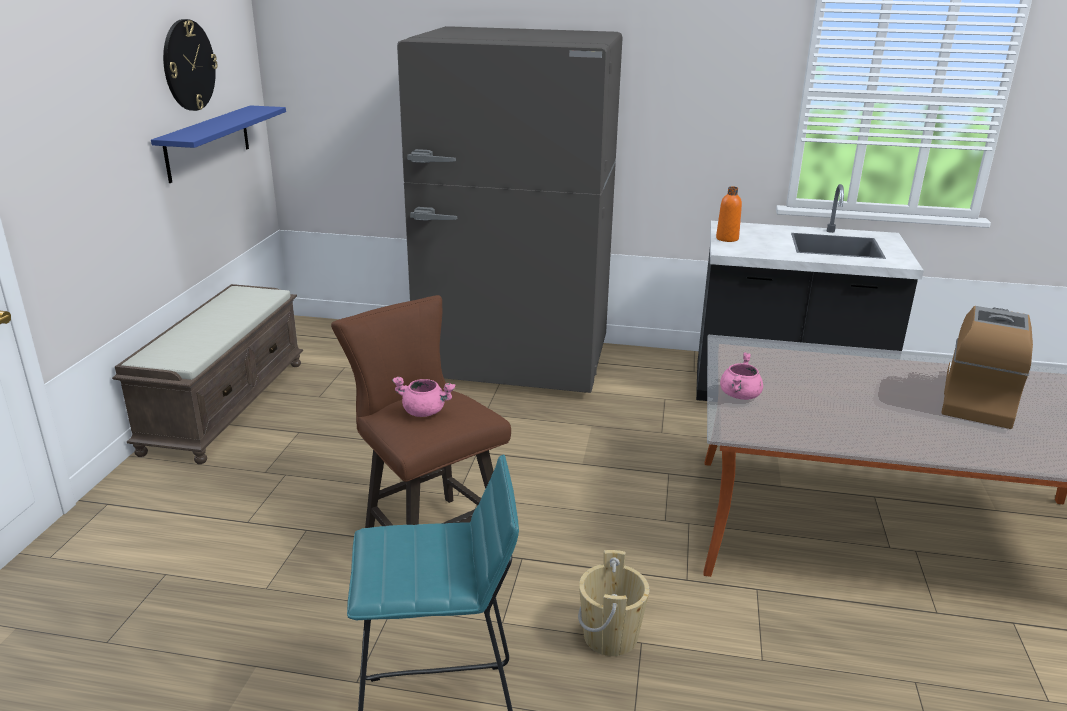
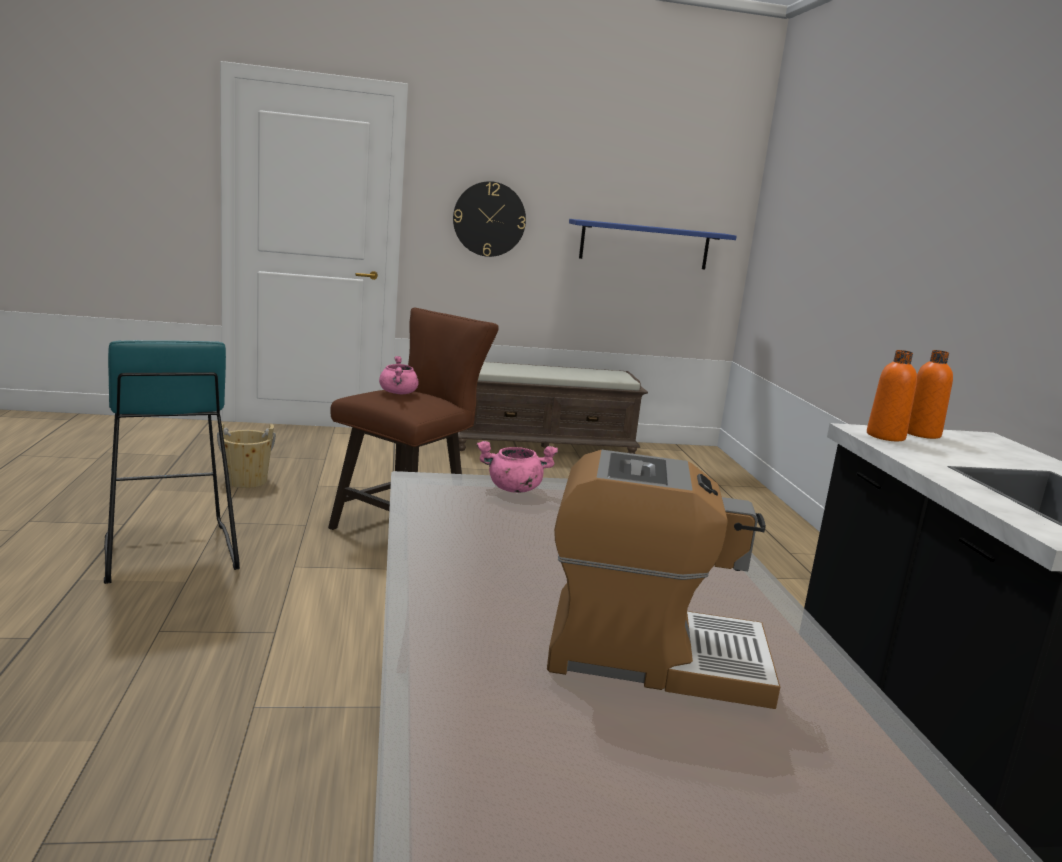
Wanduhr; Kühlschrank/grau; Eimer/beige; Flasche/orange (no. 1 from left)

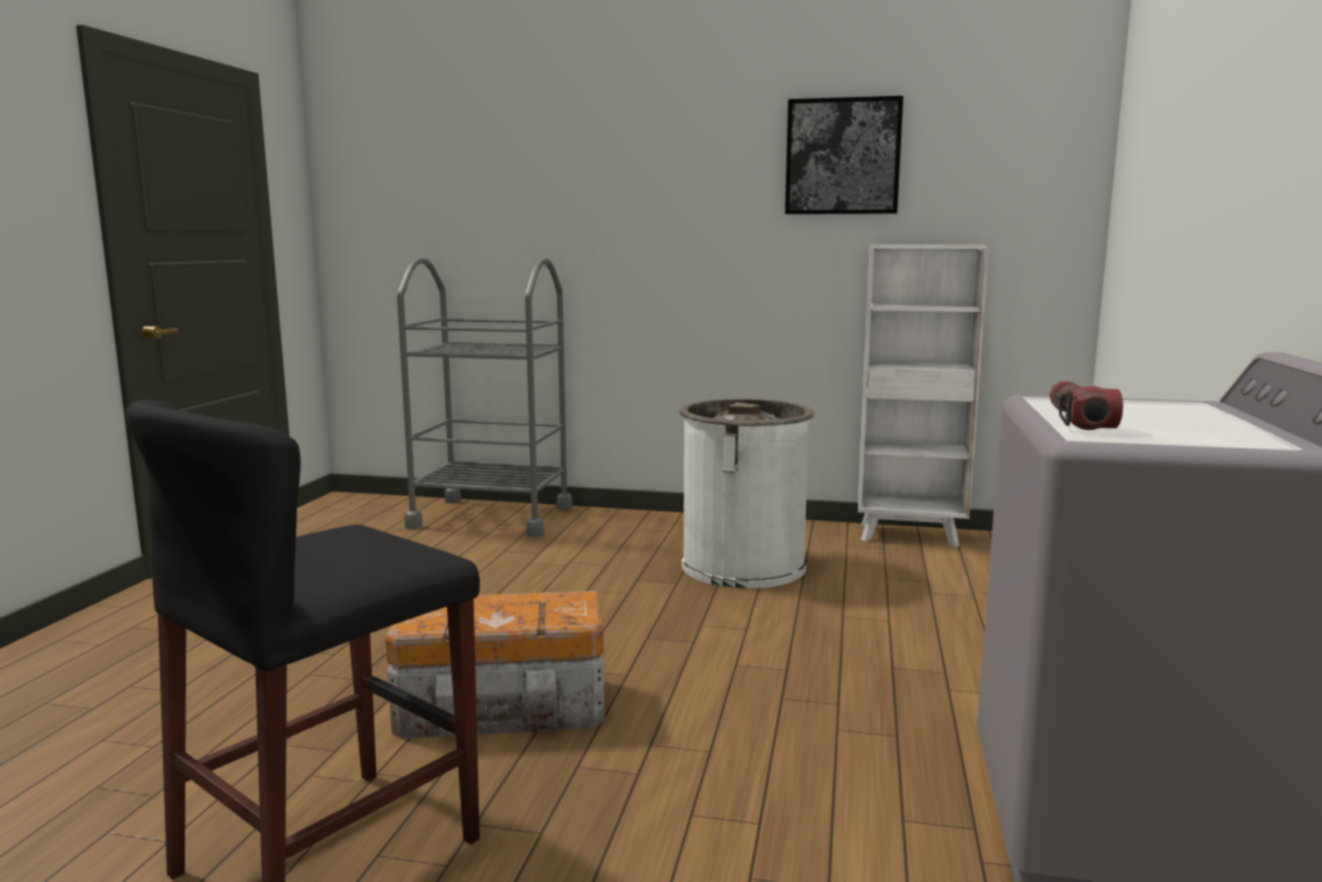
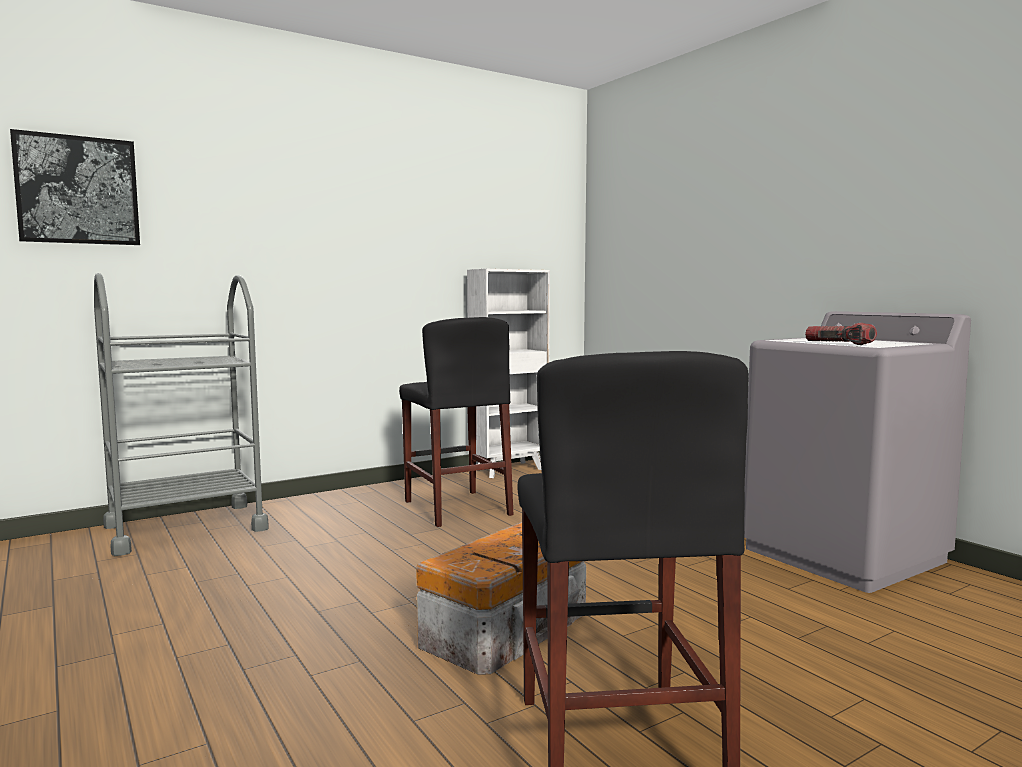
Hocker/schwarz (no. 1 from left); Bild

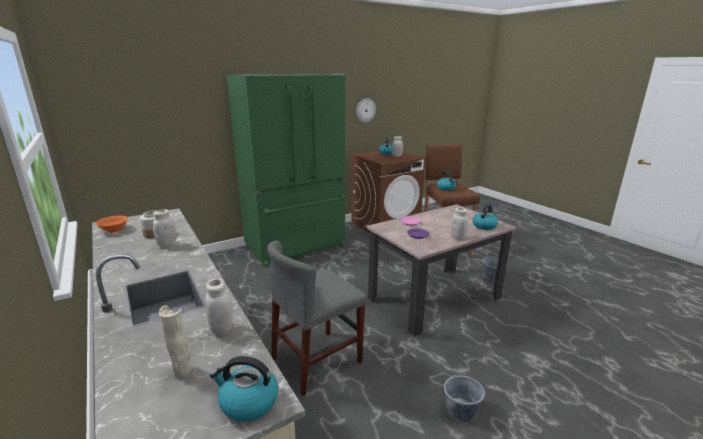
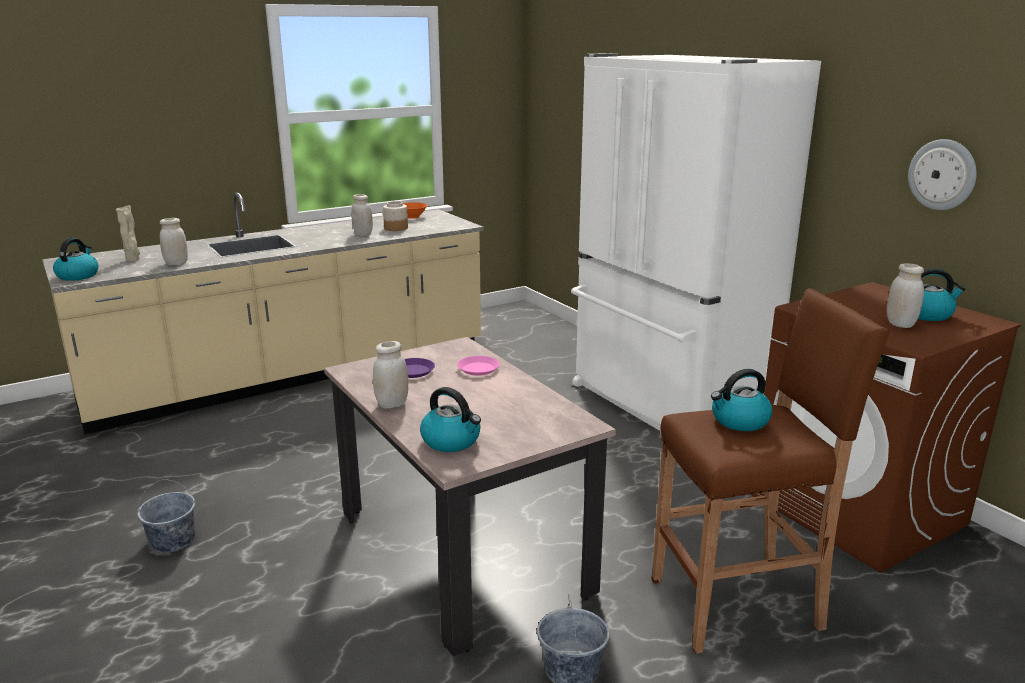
Kühlschrank/weiß; Stuhl/grau

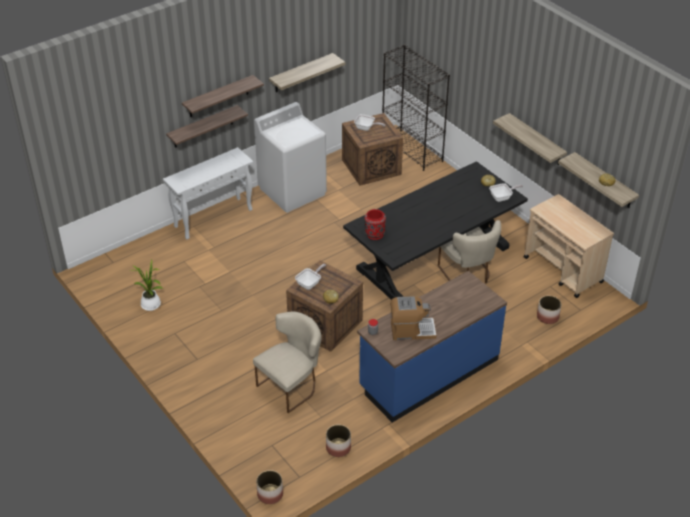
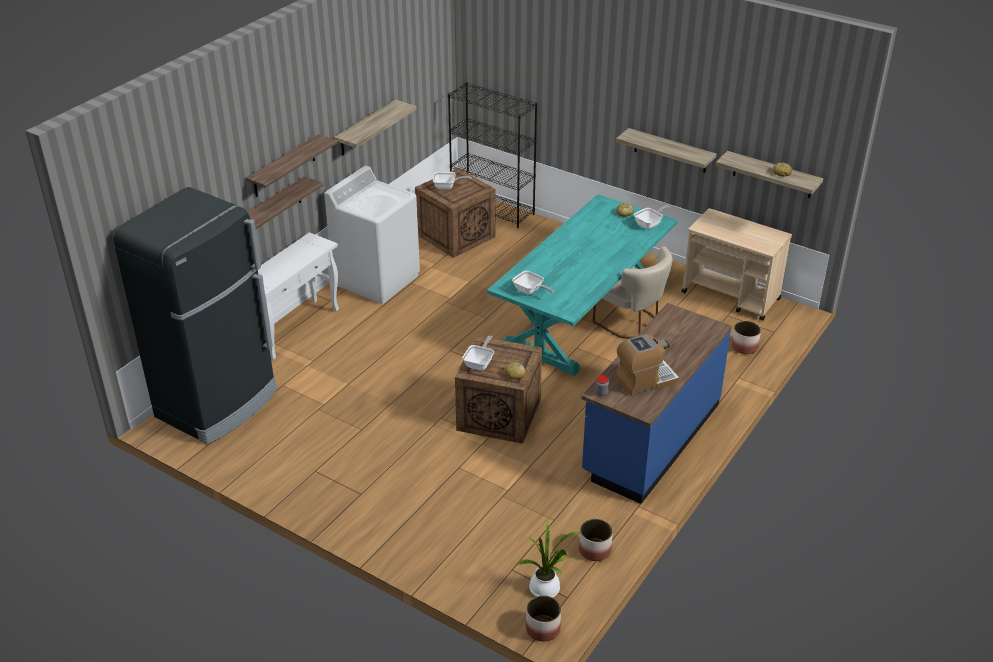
Topfpflanze; Stuhl/beige (no. 1 from left in the first image); Esstisch/türkis; Pfanne (no. 3 from left); Kühlschrank/schwarz

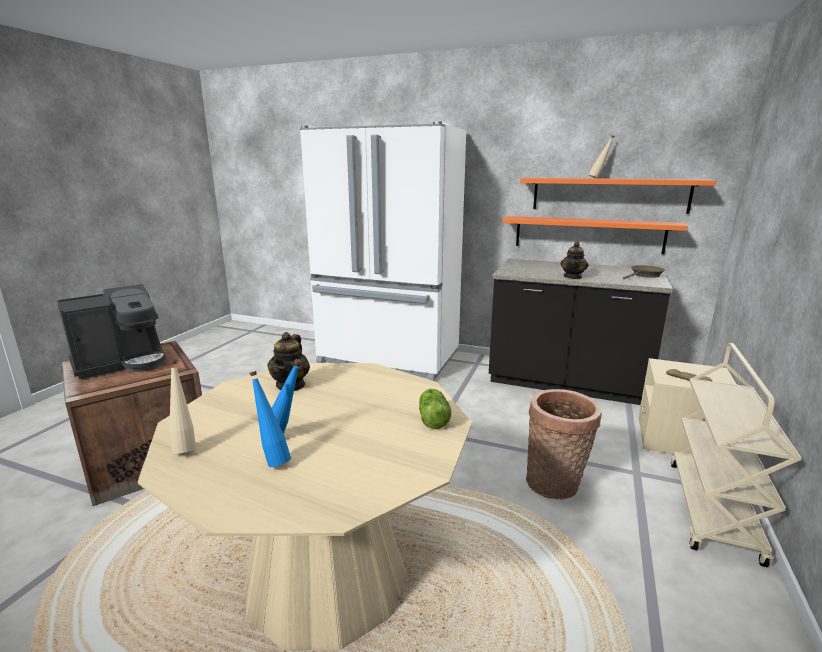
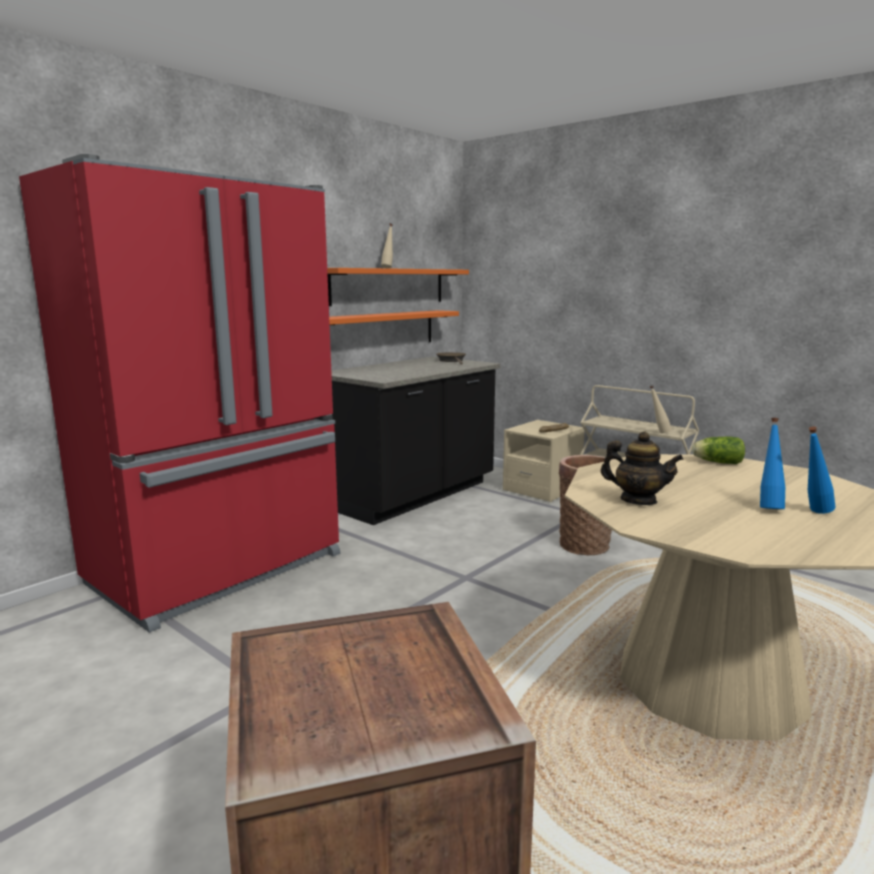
Kaffeemaschine; Flasche/beige (no. 2 from left); Kühlschrank/rot; Teekanne (no. 2 from left in the first image)

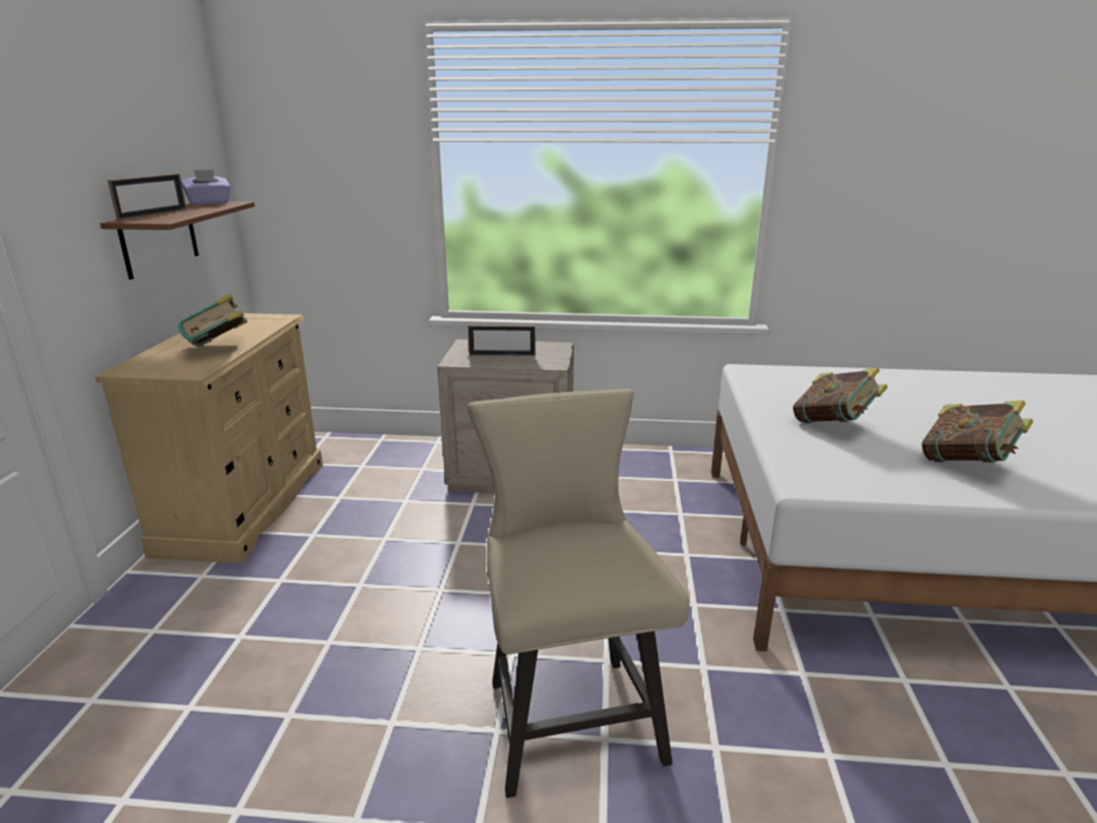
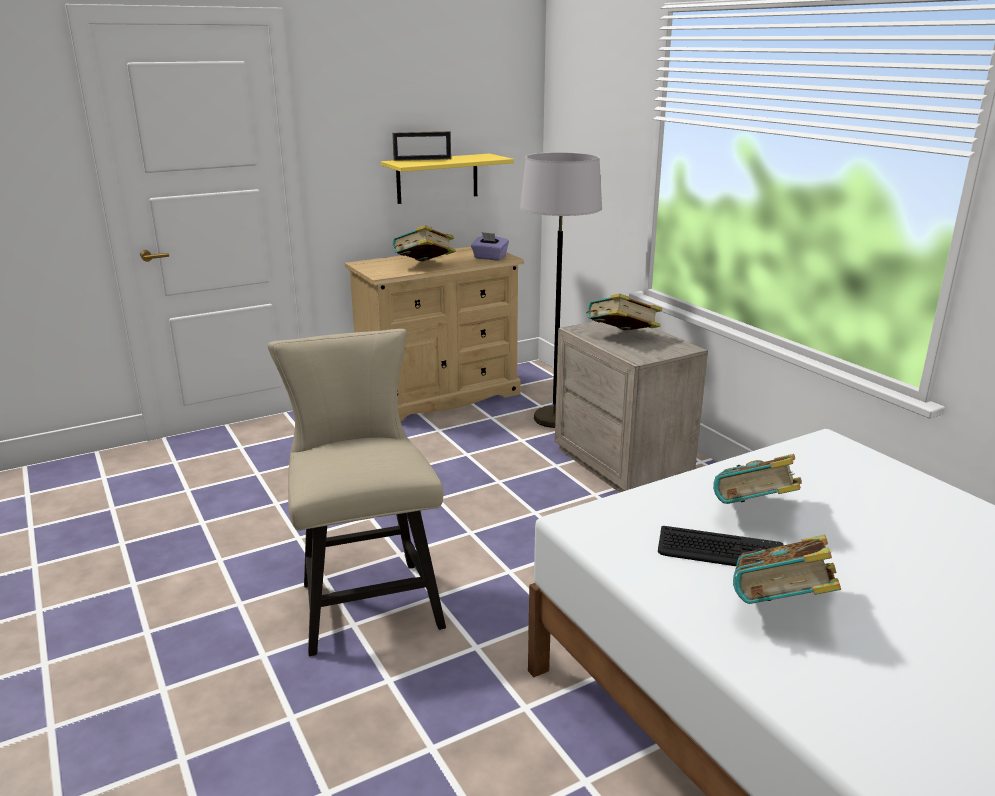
Wandregal/gelb; Taschentuchbox/lila; Stuhl/beige; Buch (no. 2 from left); Stehlampe/grau; Tastatur

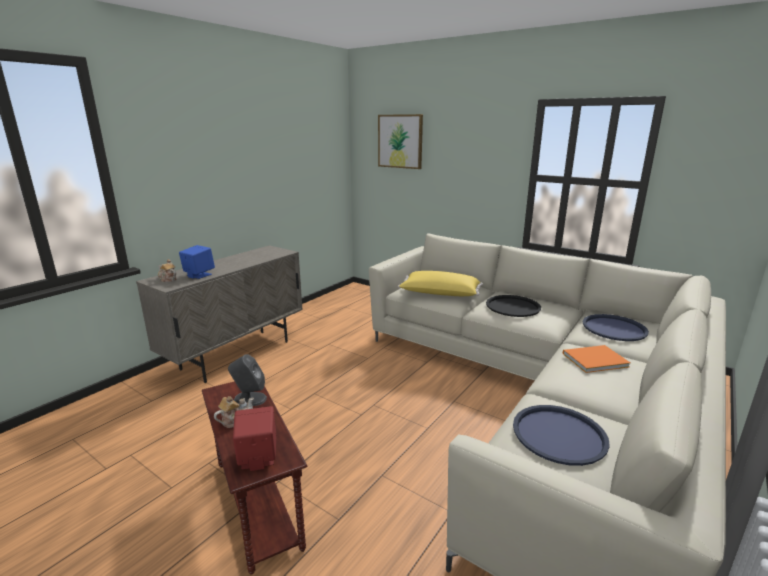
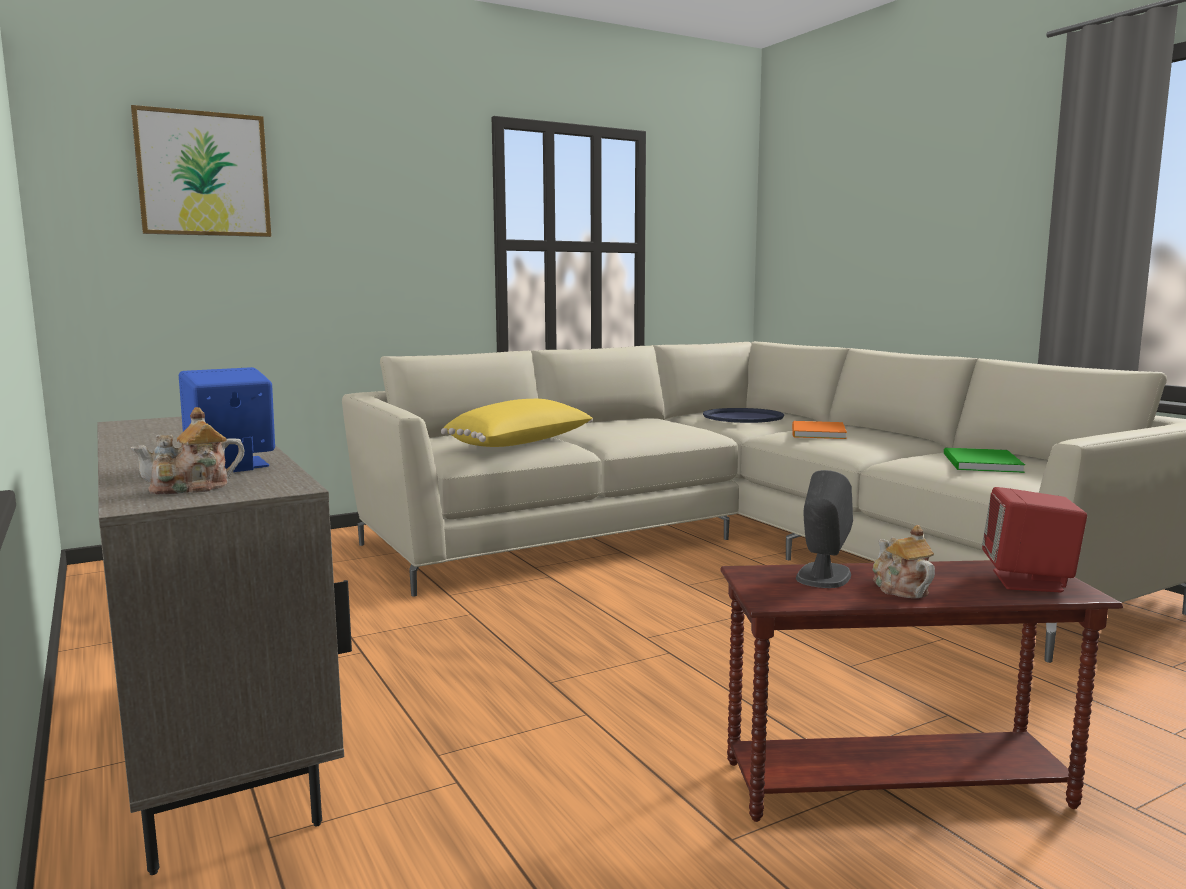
Tablett/schwarz; Buch/grün

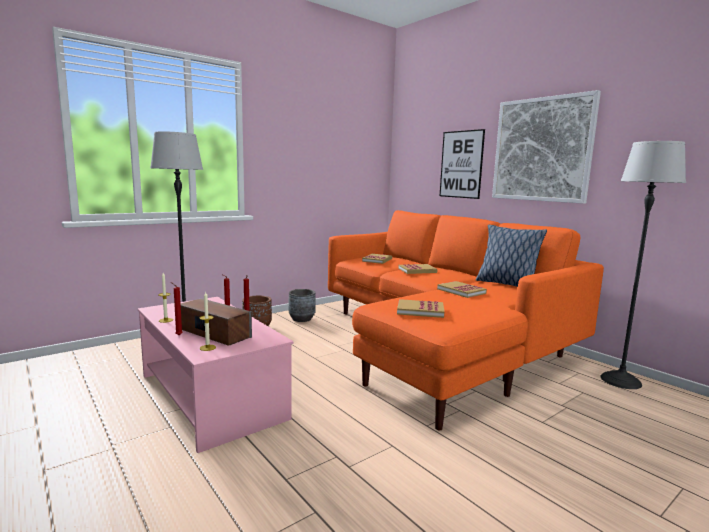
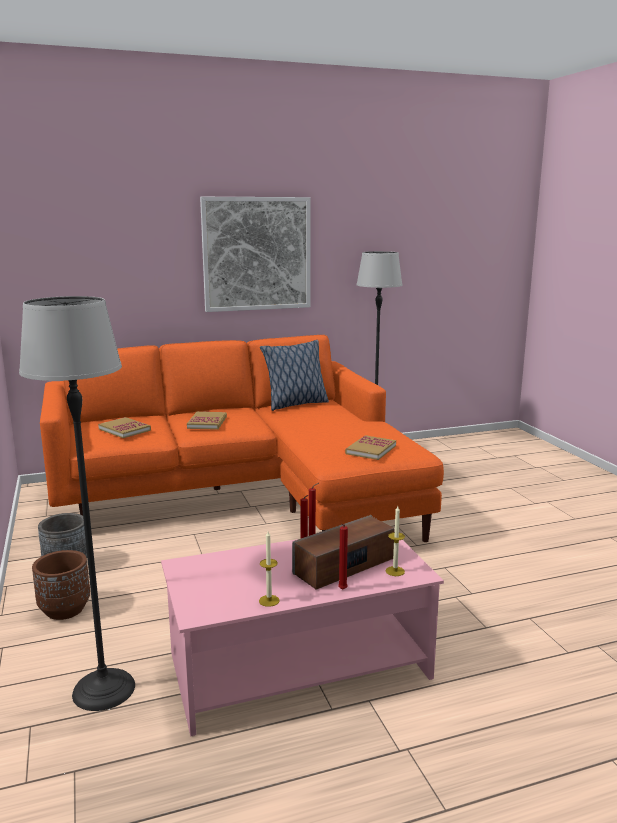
Buch (no. 4 from left in the first image); Bild (no. 1 from left in the first image)

